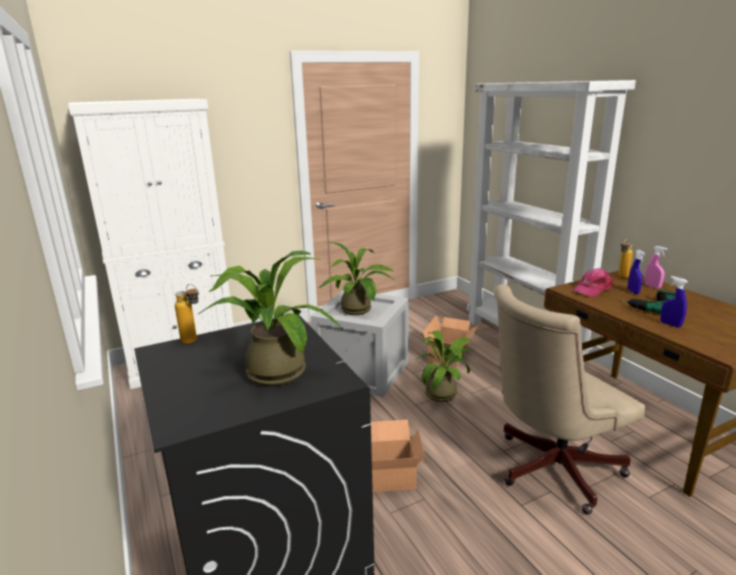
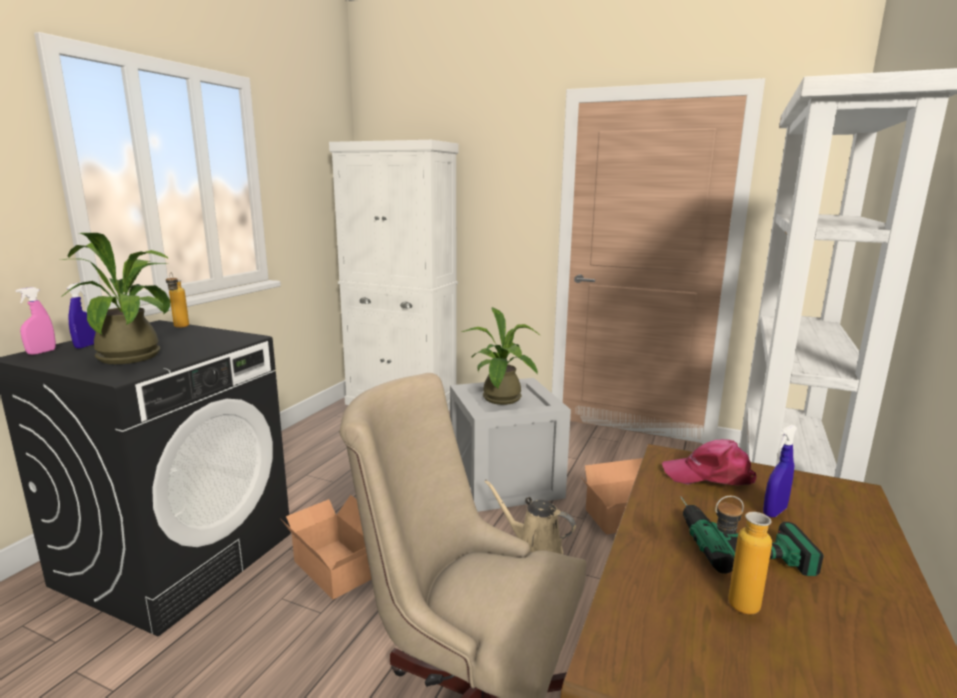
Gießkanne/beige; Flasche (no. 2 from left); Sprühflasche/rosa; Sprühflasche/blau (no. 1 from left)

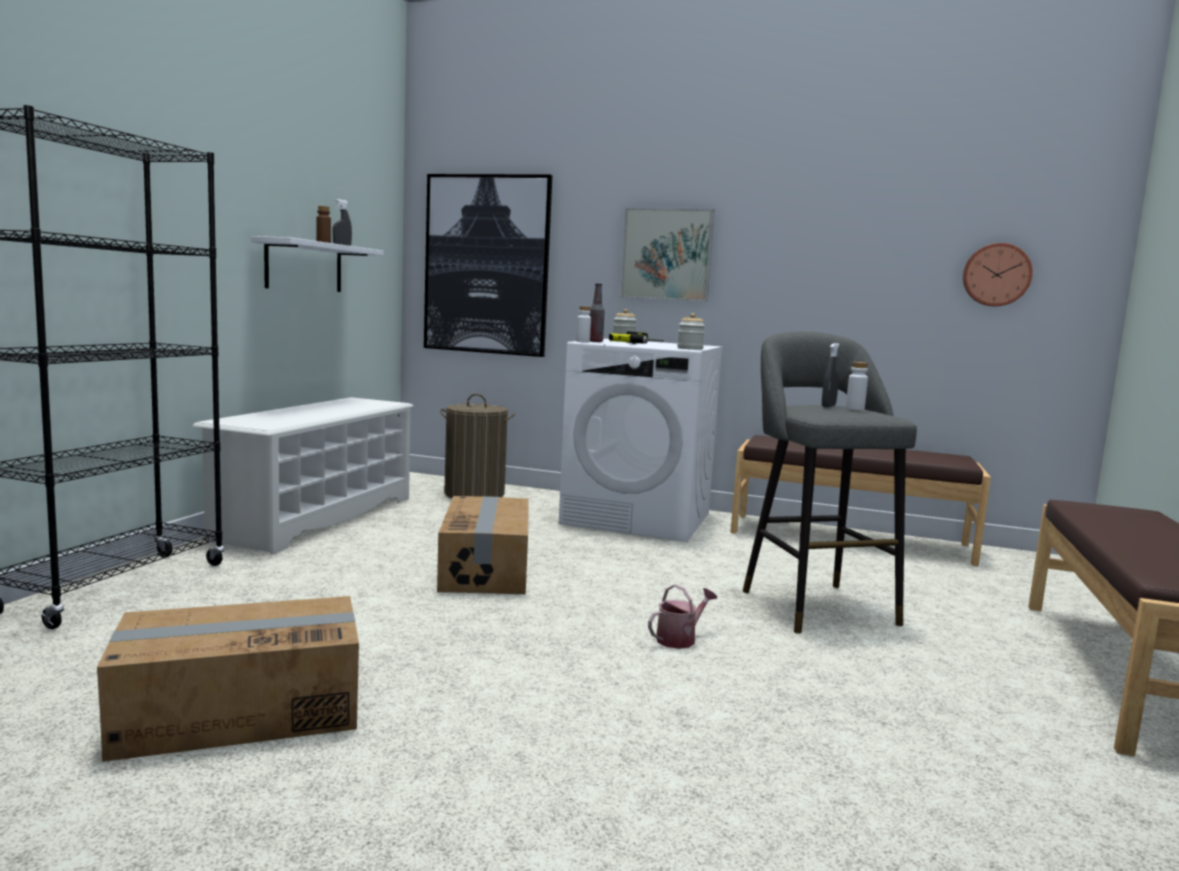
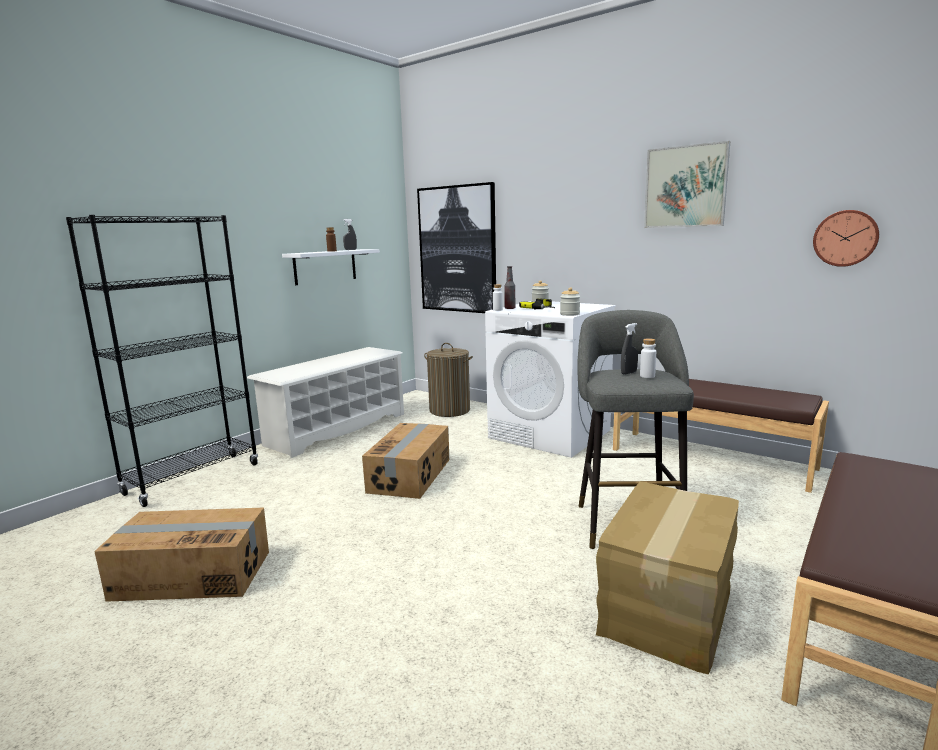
Bild (no. 2 from left); Gießkanne; Karton (no. 3 from left)

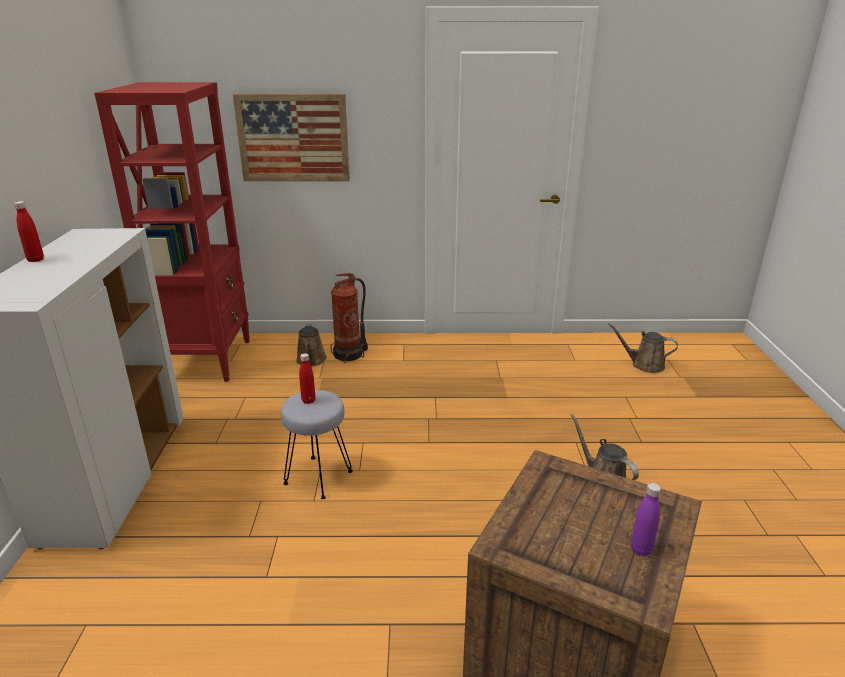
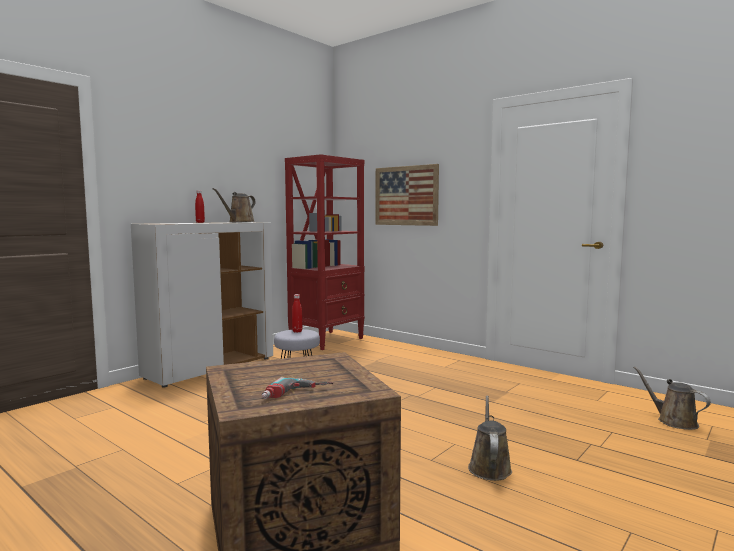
Gießkanne/braun (no. 1 from left); Feuerlöscher; Bohrmaschine

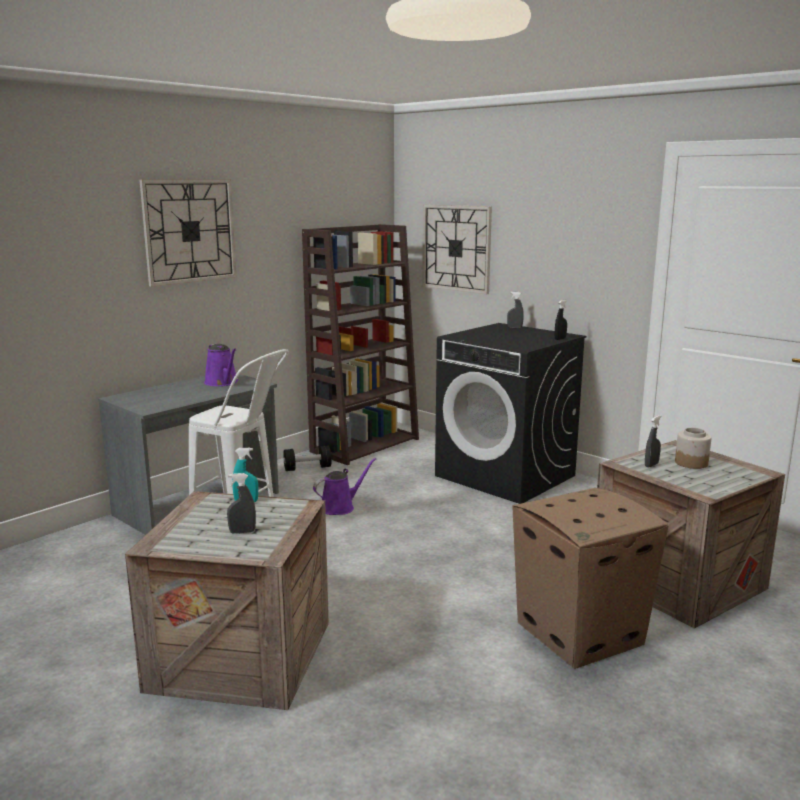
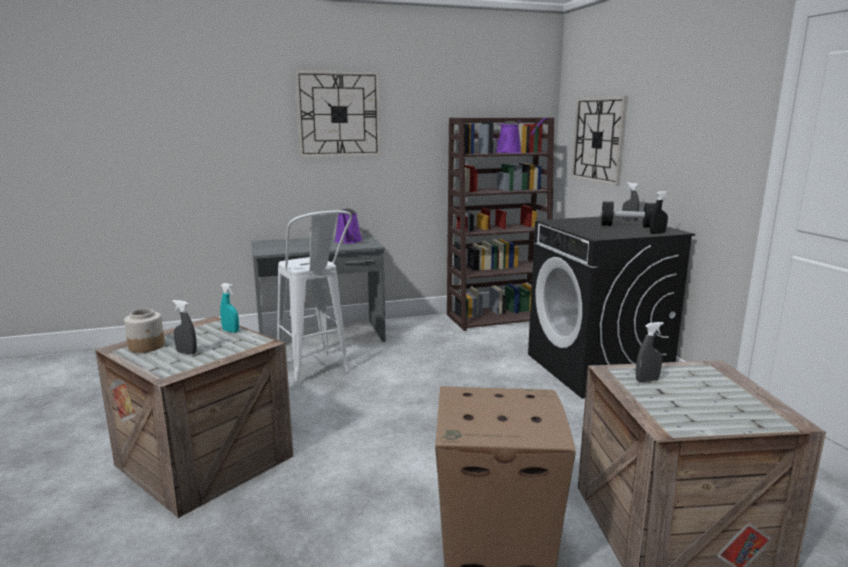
Hantel/schwarz; Gießkanne/lila (no. 2 from left); Vorratsglas

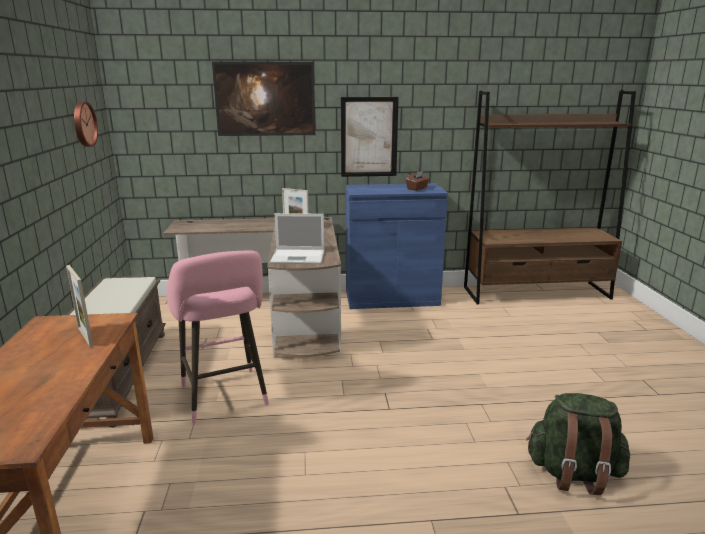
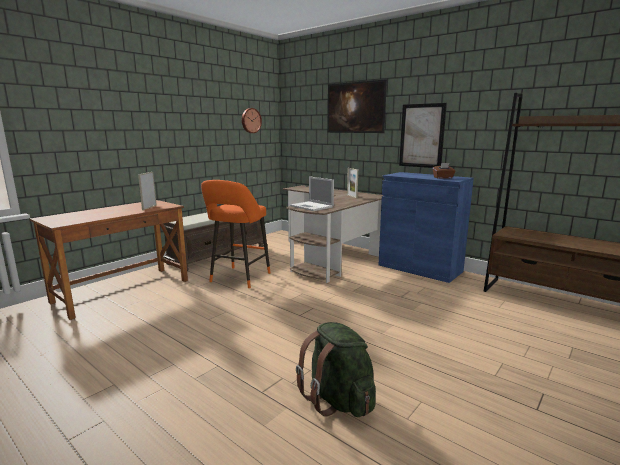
Hocker/orange

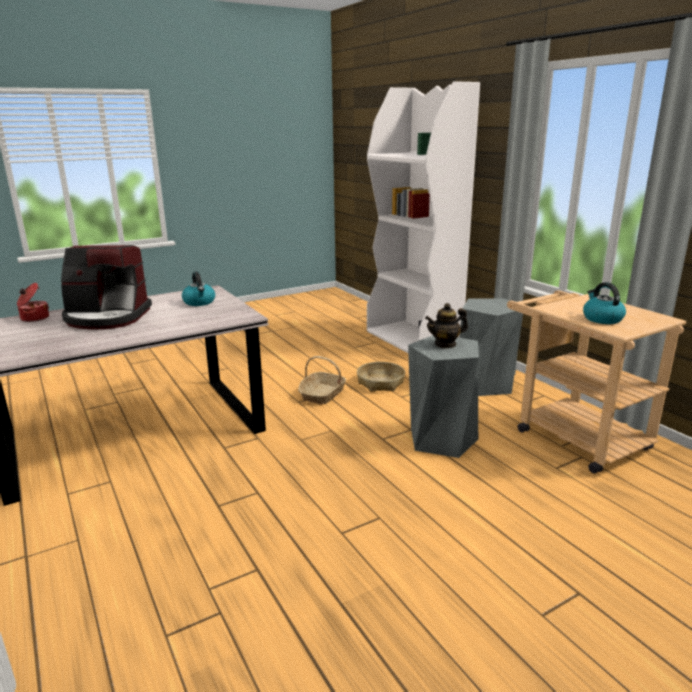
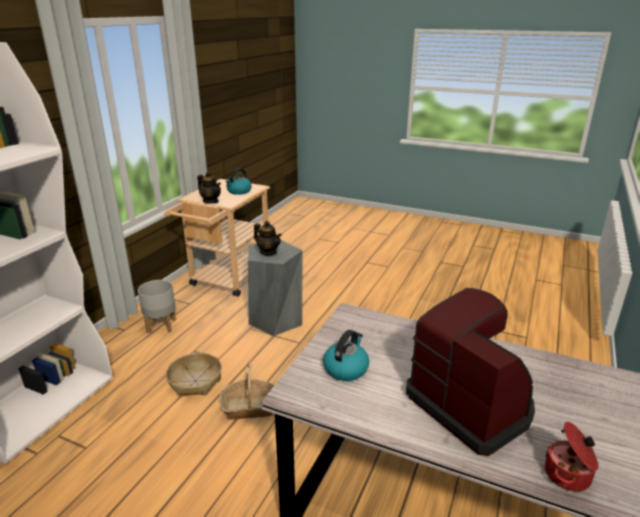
Pflanzkübel/grau; Teekanne (no. 1 from left)

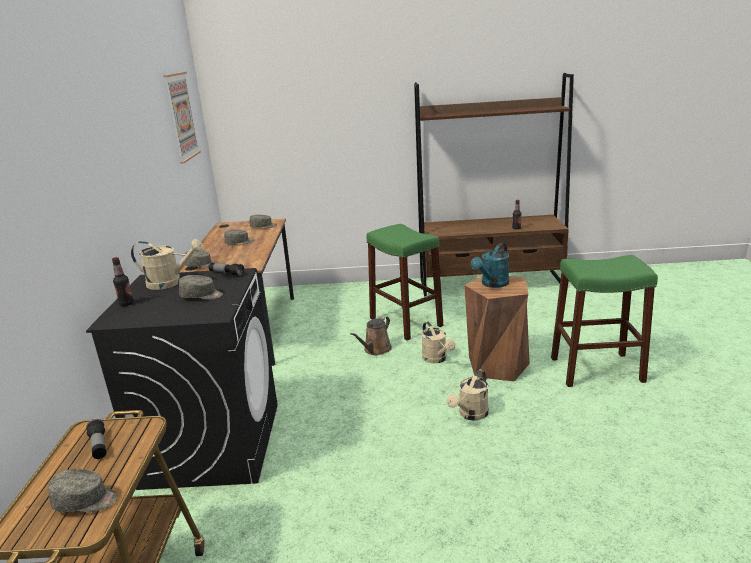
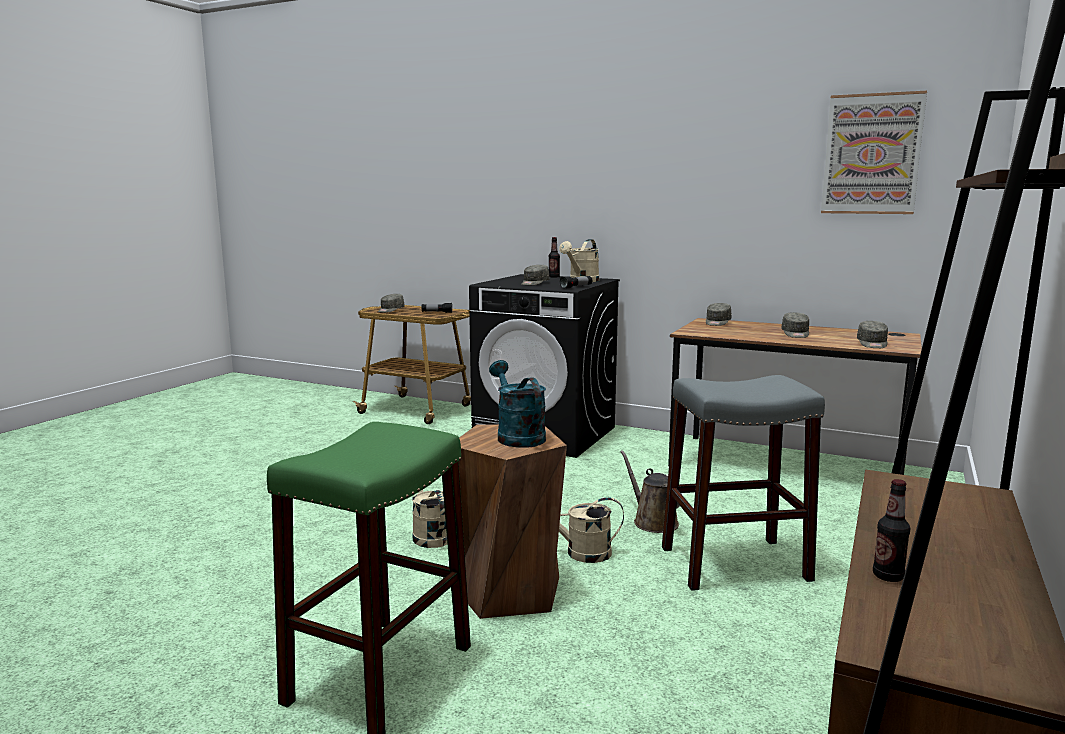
Hocker/grau

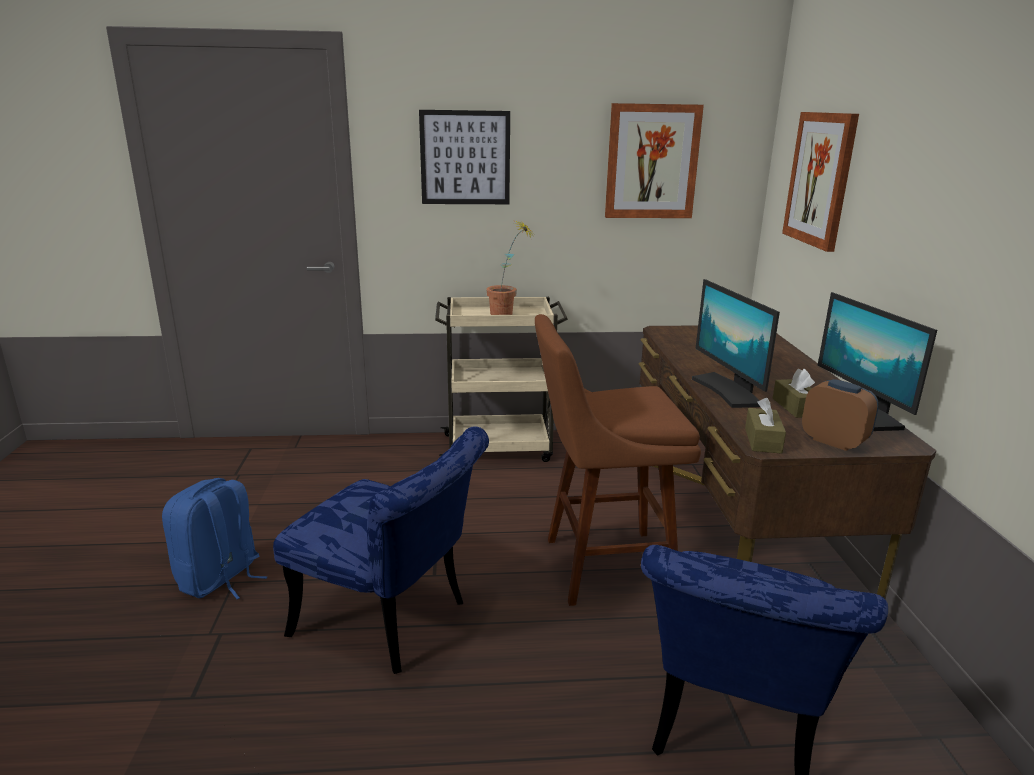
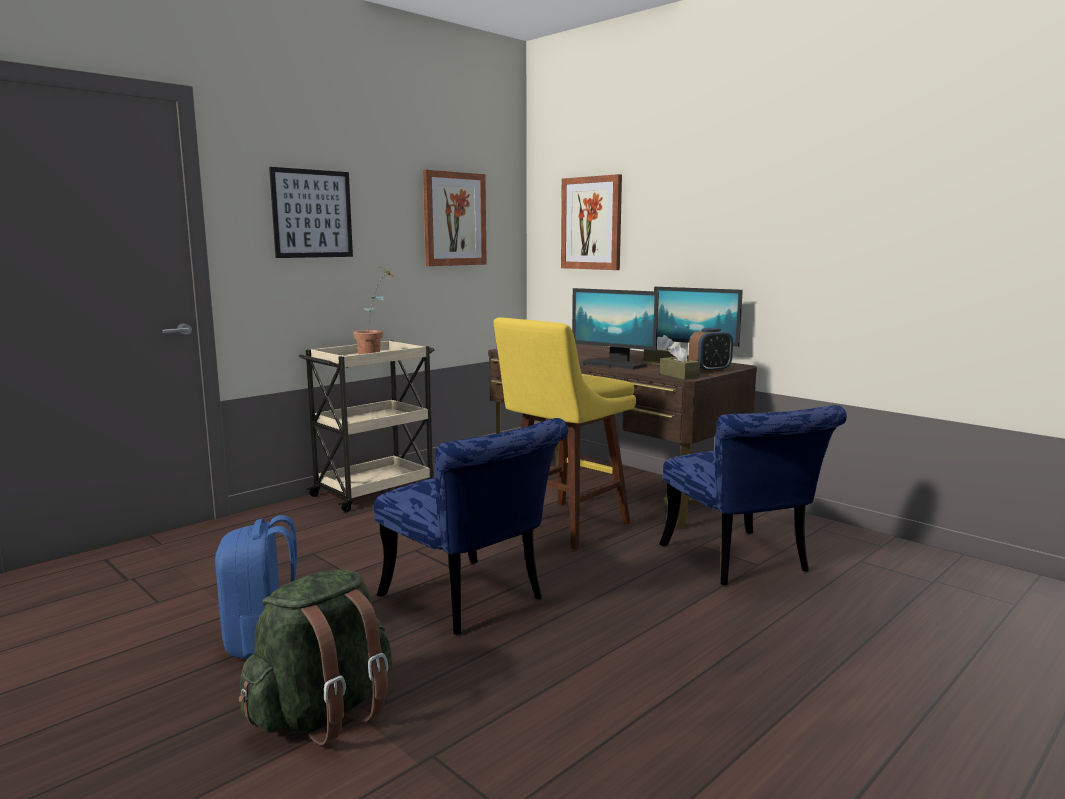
Stuhl/blau (no. 1 from left); Hocker/gelb; Wecker; Rucksack/grün

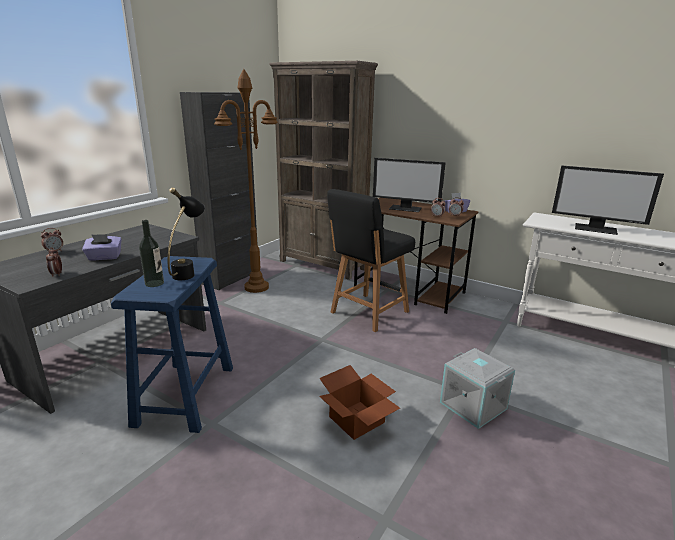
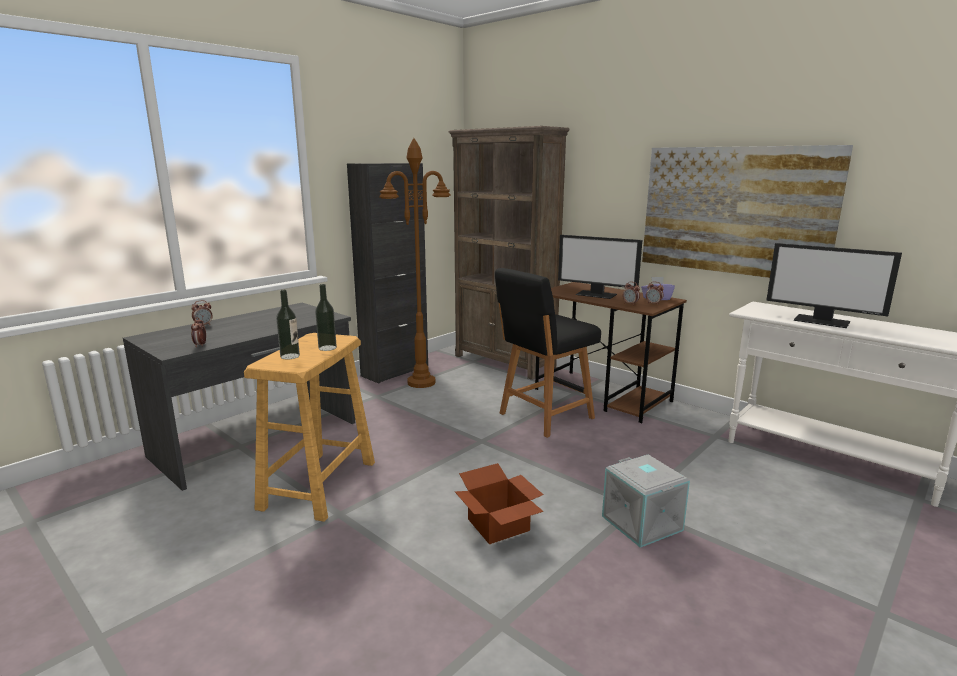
Taschentuchbox/lila (no. 1 from left in the first image); Hocker/beige; Flasche (no. 2 from left); Bild

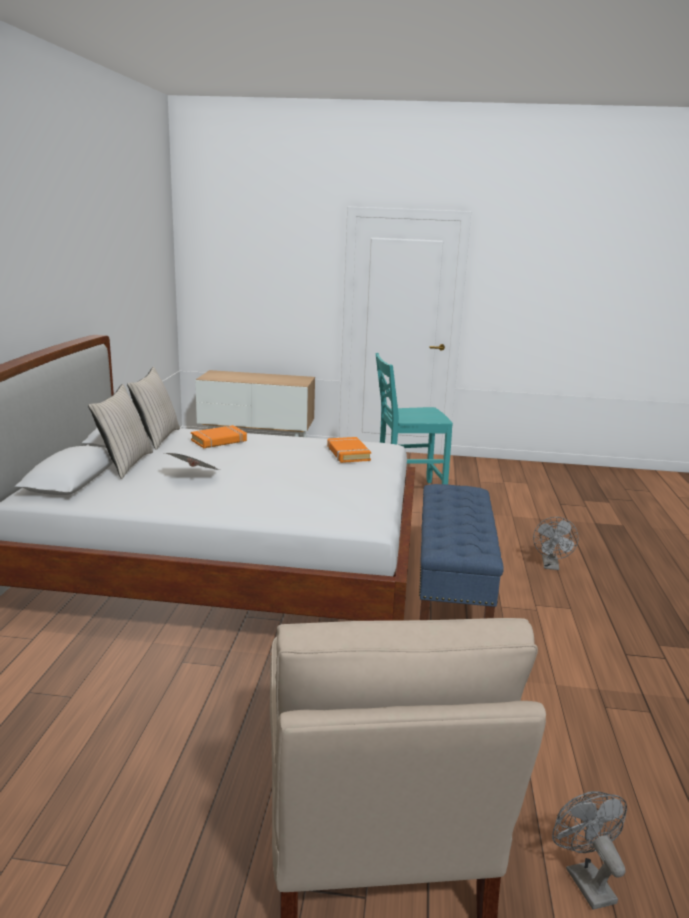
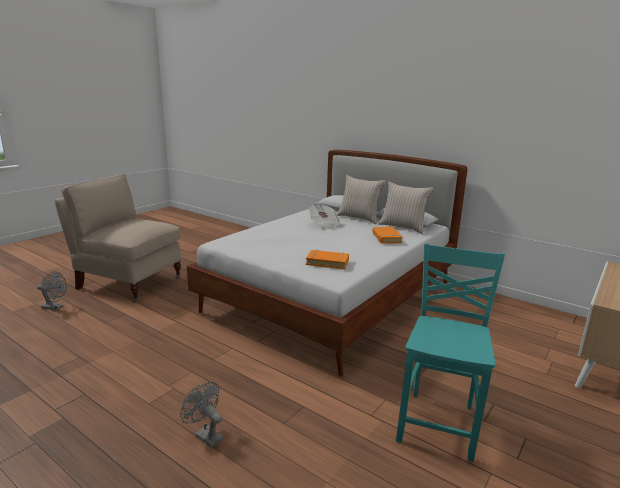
Bank/blau

